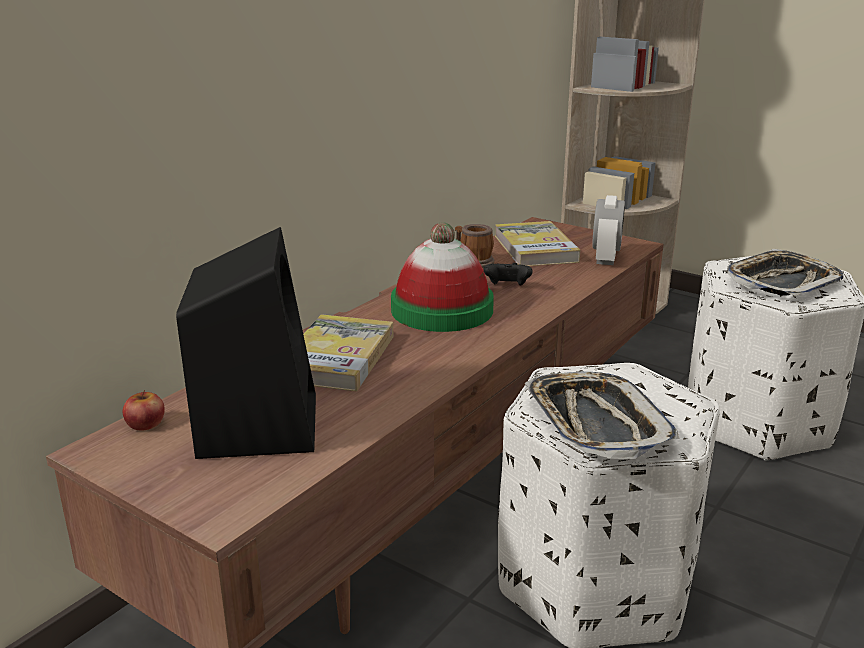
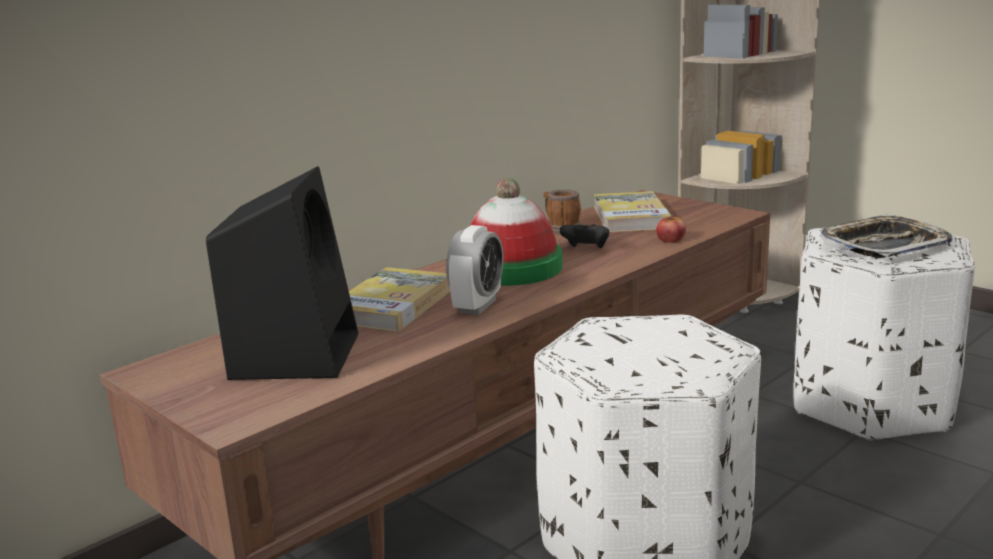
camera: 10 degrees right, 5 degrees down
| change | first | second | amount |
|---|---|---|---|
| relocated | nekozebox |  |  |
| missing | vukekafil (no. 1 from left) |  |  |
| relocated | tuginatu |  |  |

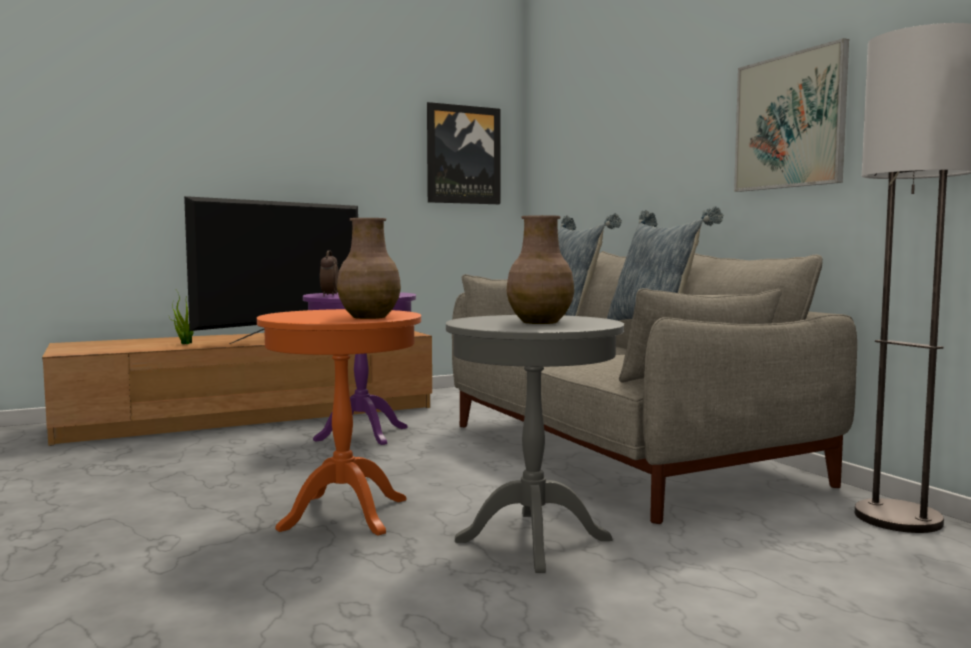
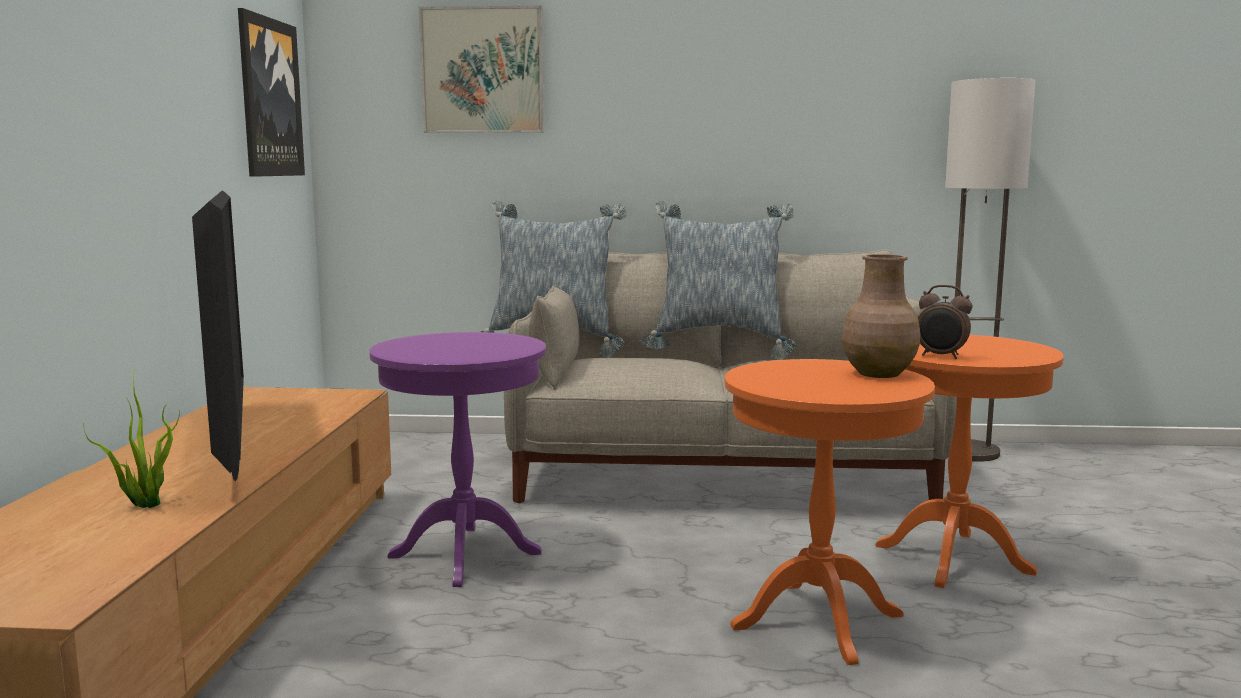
camera: 60 degrees left, 5 degrees up
| change | first | second | amount |
|---|---|---|---|
| relocated | tuginatu |  |  |
| colour | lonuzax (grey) | lonuzax (orange) (no. 2 from left) |  |
| missing | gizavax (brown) (no. 2 from left) |  |  |
| relocated | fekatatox (no. 2 from left) |  |  |

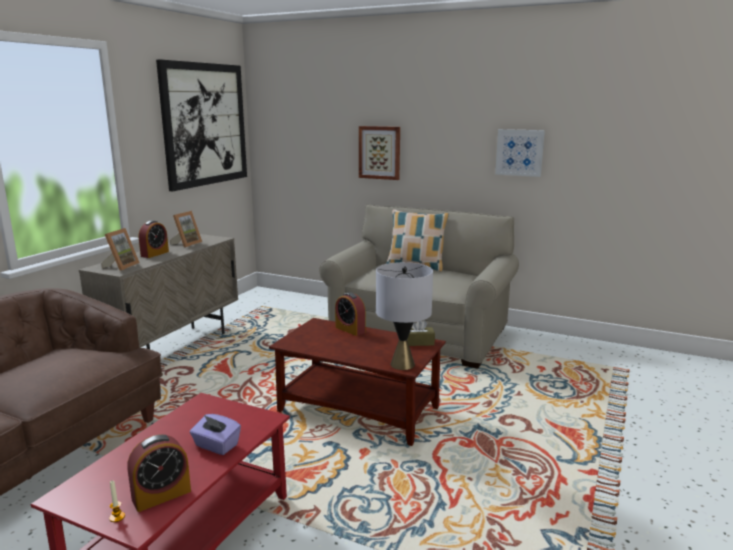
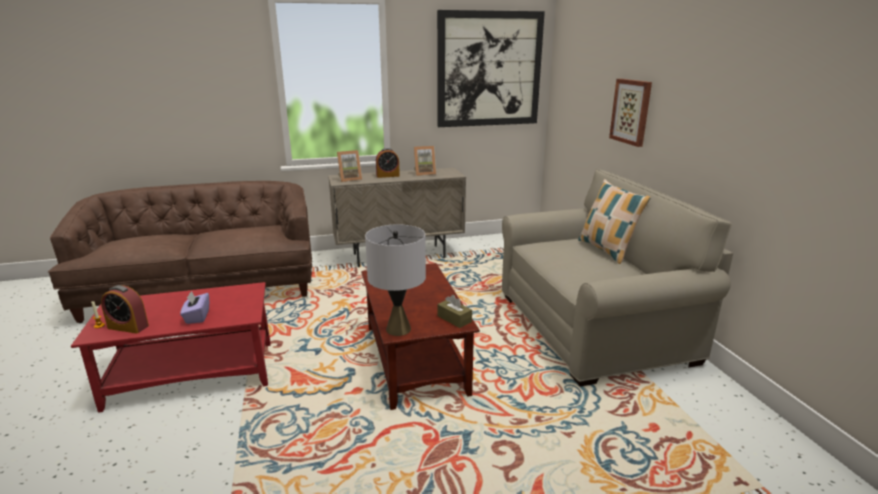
camera: 50 degrees right, 5 degrees up
| change | first | second | amount |
|---|---|---|---|
| missing | tuginatu (no. 3 from left) |  |  |
| missing | fekatatox (no. 3 from left) |  |  |

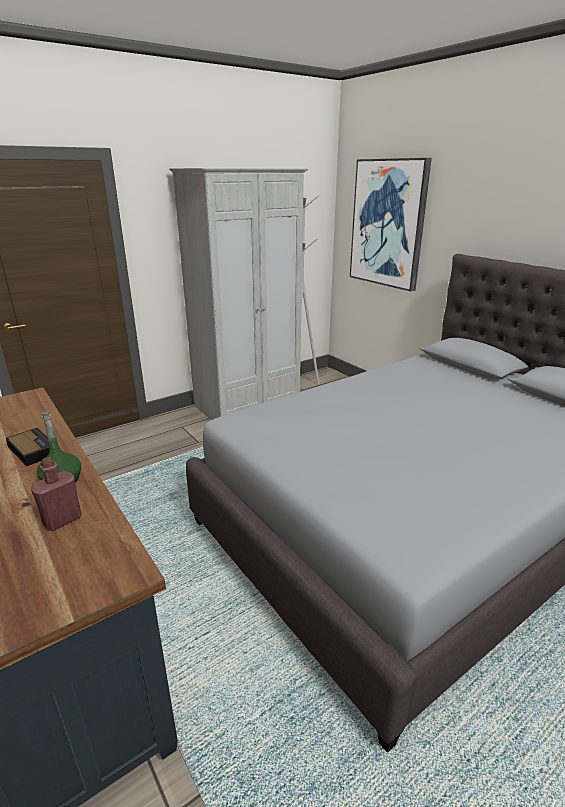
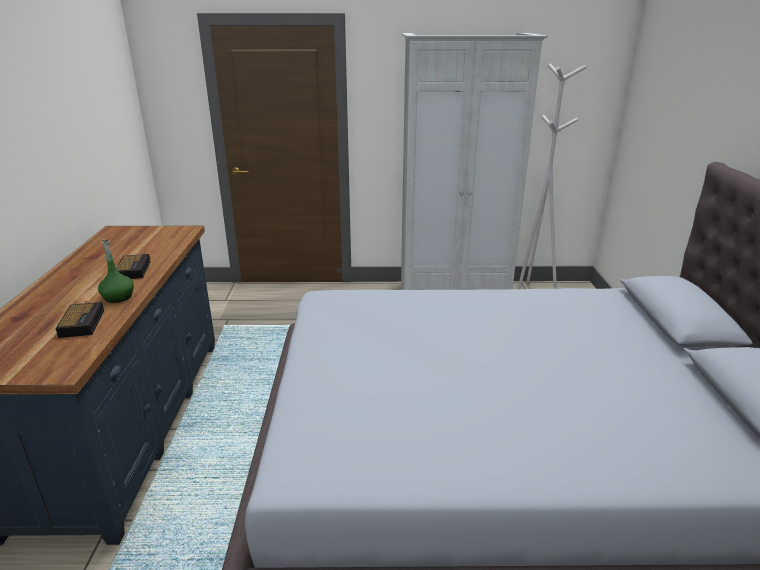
camera: 35 degrees right, 0 degrees up
| change | first | second | amount |
|---|---|---|---|
| exchanged | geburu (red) | tuginatu (no. 1 from left) |  |
| missing | fekatatox |  |  |

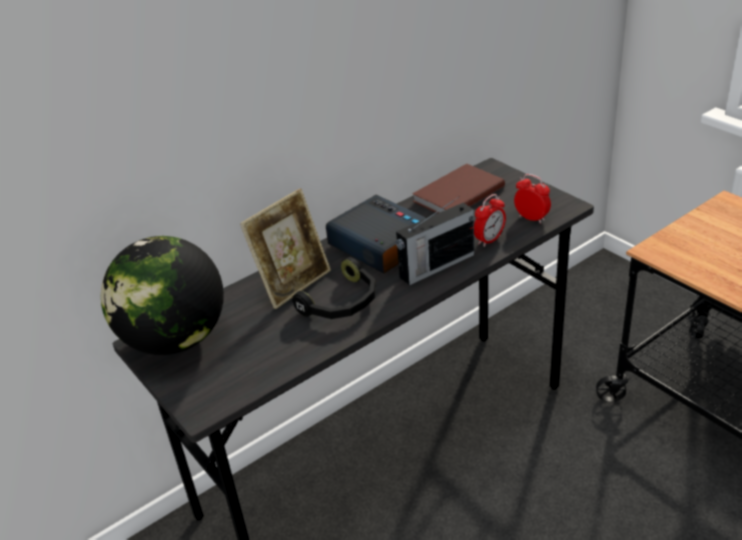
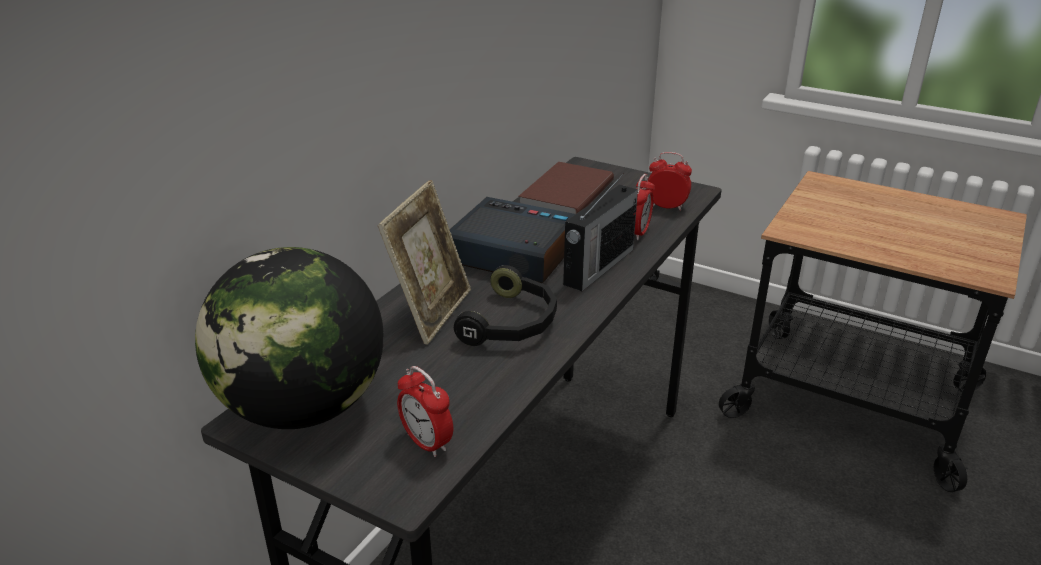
camera: 25 degrees left, 5 degrees down
| change | first | second | amount |
|---|---|---|---|
| appeared |  | tuginatu (no. 1 from left) |  |

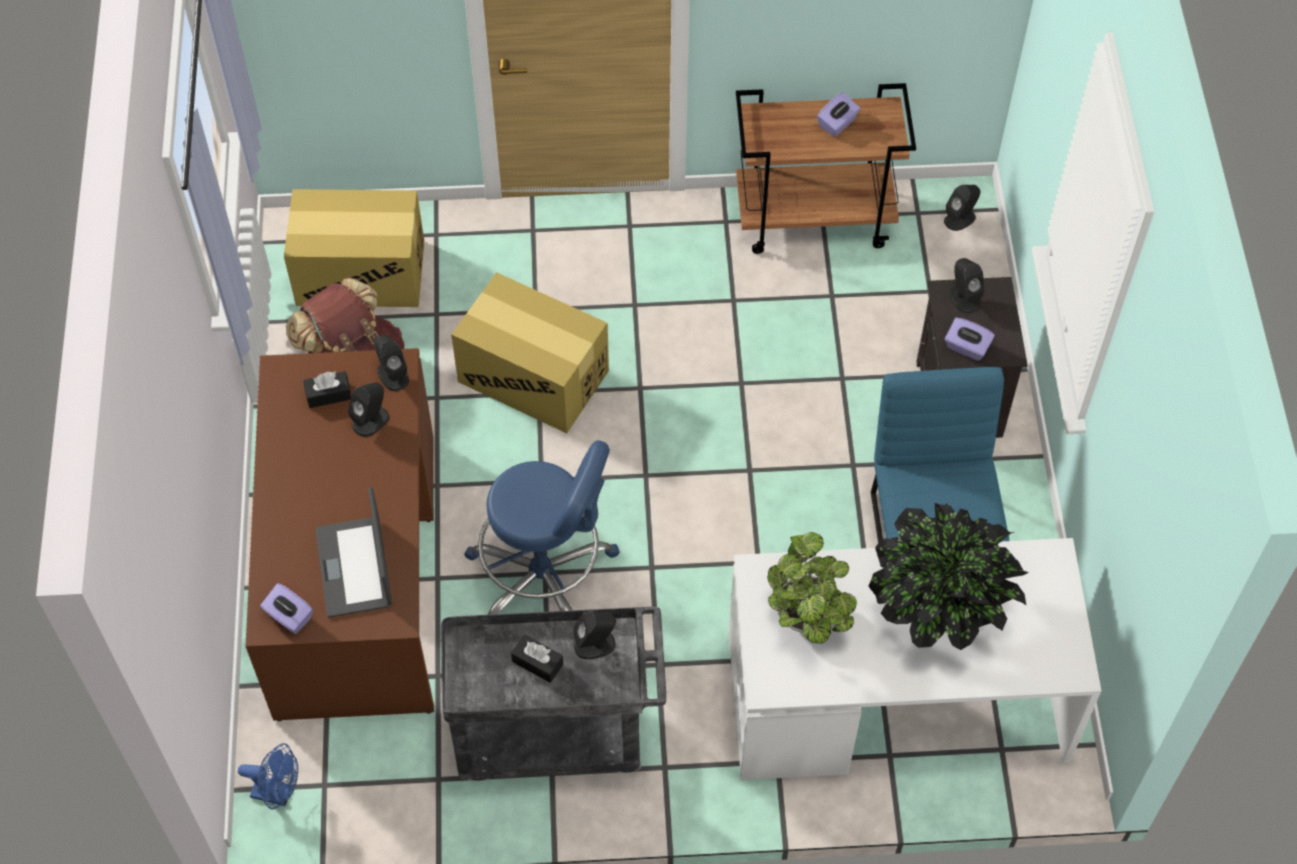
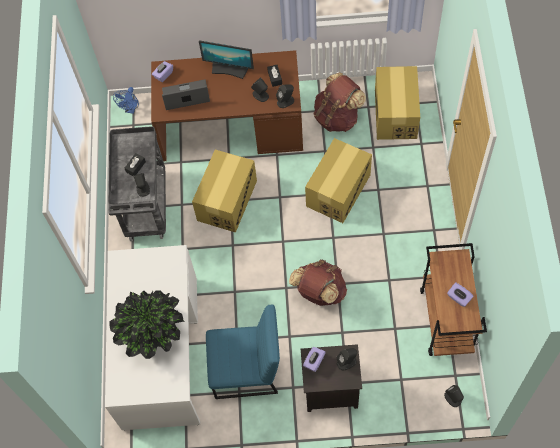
camera: 95 degrees right, 5 degrees up
| change | first | second | amount |
|---|---|---|---|
| exchanged | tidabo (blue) | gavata (no. 1 from left) |  |
| missing | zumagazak (no. 1 from left) |  |  |
| appeared |  | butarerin |  |
| appeared |  | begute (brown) (no. 1 from left) |  |

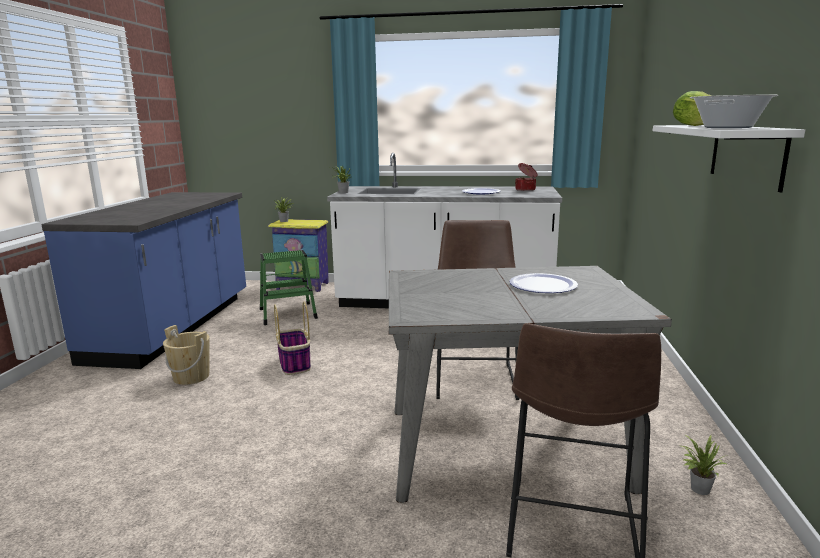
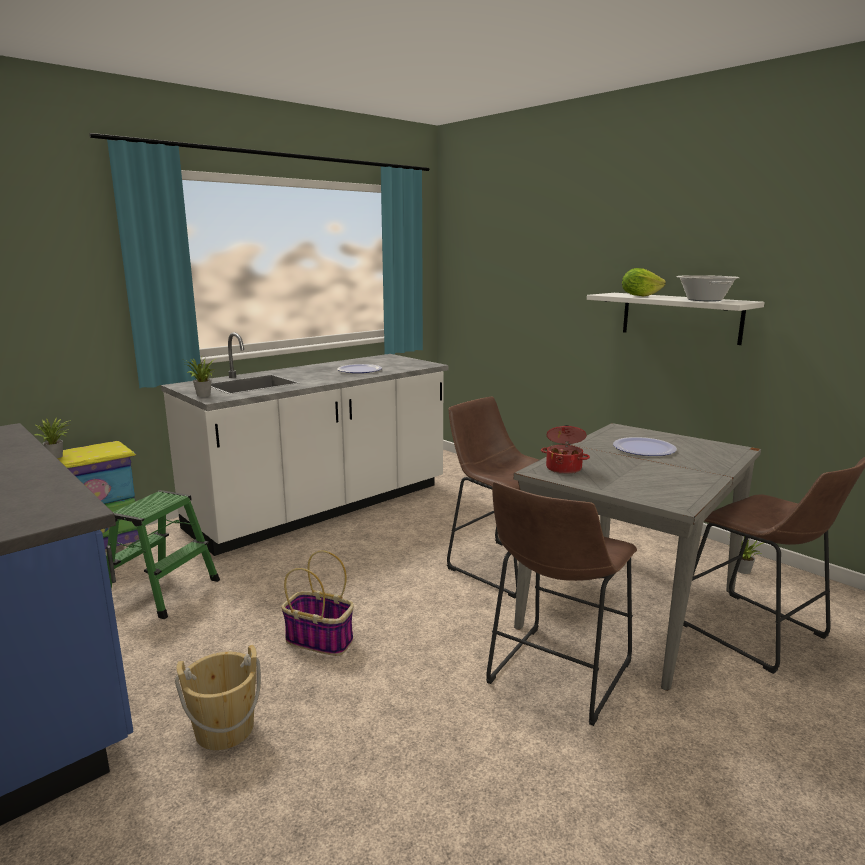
camera: 50 degrees left, 0 degrees up
| change | first | second | amount |
|---|---|---|---|
| relocated | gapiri (no. 1 from left) |  |  |
| appeared |  | tidabo (brown) (no. 2 from left) |  |

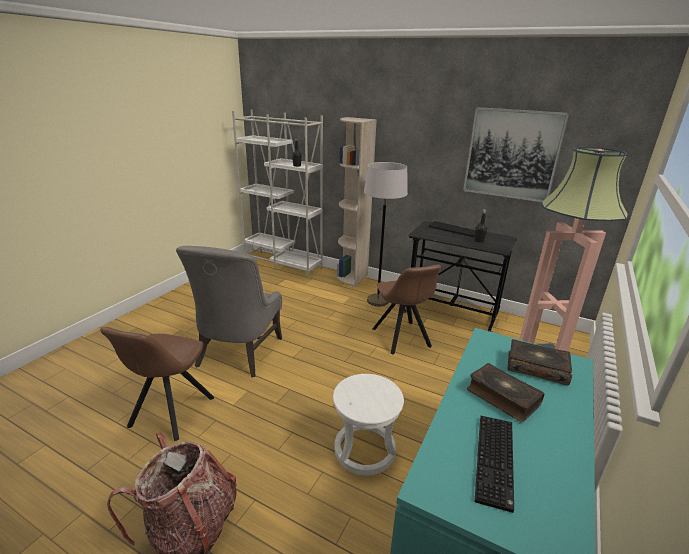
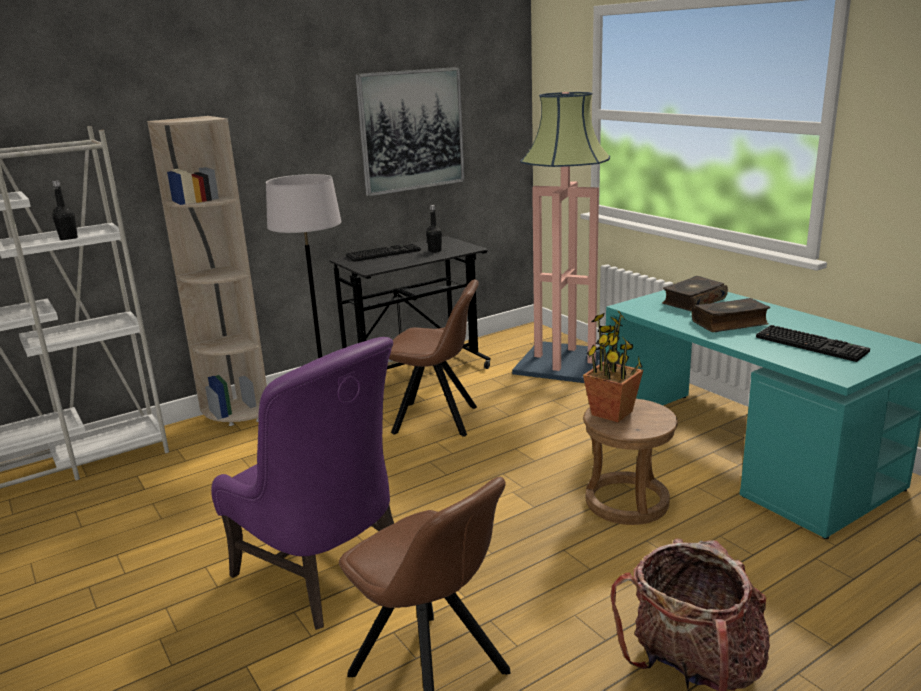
camera: 60 degrees left, 5 degrees down
| change | first | second | amount |
|---|---|---|---|
| colour | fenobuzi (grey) | fenobuzi (purple) |  |
| colour | tidabo (white) | tidabo (brown) |  |
| appeared |  | zumagazak |  |

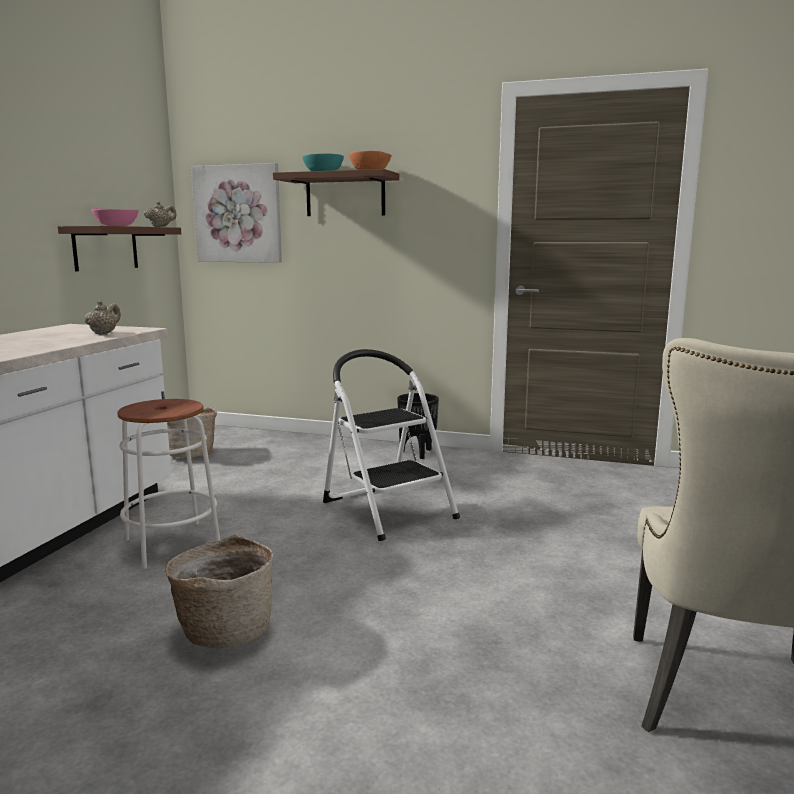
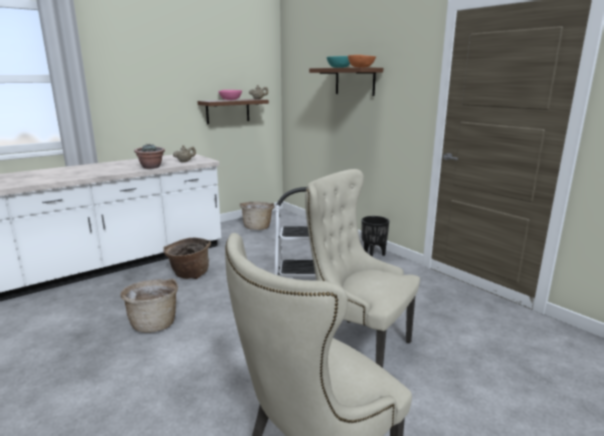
camera: 35 degrees right, 5 degrees up
| change | first | second | amount |
|---|---|---|---|
| exchanged | tidabo (white) | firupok (no. 2 from left) |  |
| missing | fekatatox |  |  |
| appeared |  | zumagazak |  |
| appeared |  | fenobuzi (beige) (no. 2 from left) |  |

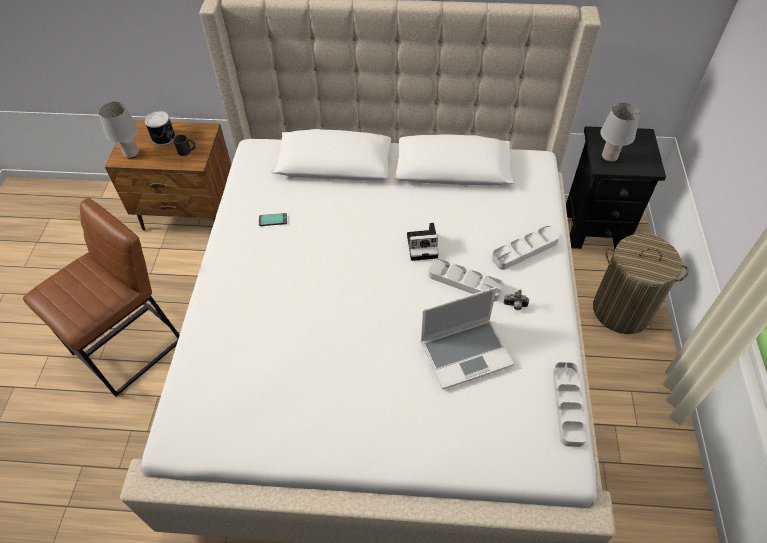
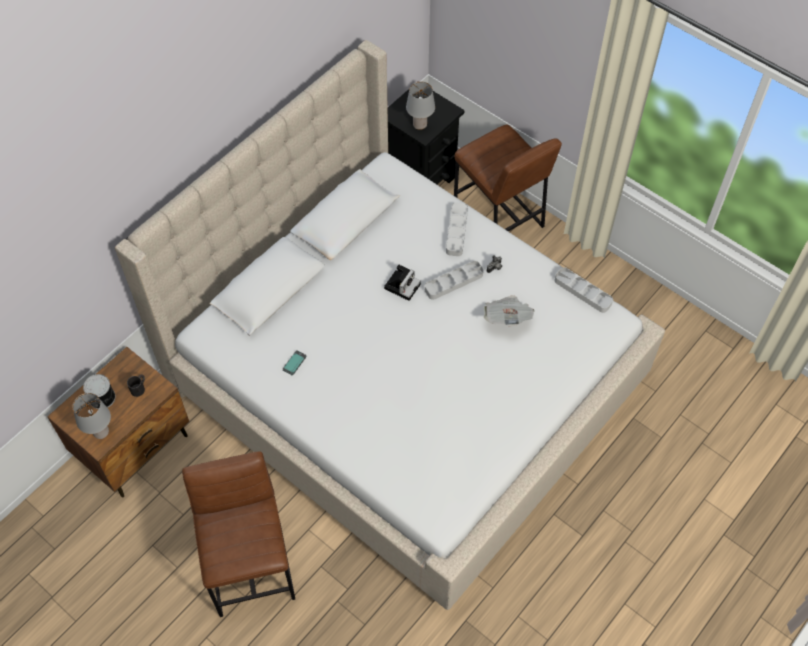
camera: 55 degrees left, 5 degrees up
| change | first | second | amount |
|---|---|---|---|
| exchanged | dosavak | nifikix |  |
| exchanged | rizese | fenobuzi (brown) (no. 2 from left) |  |

